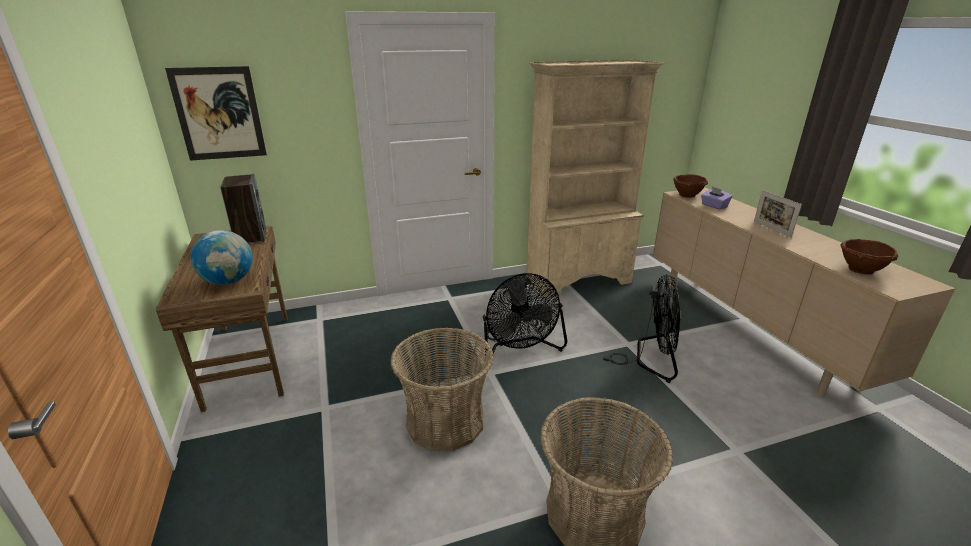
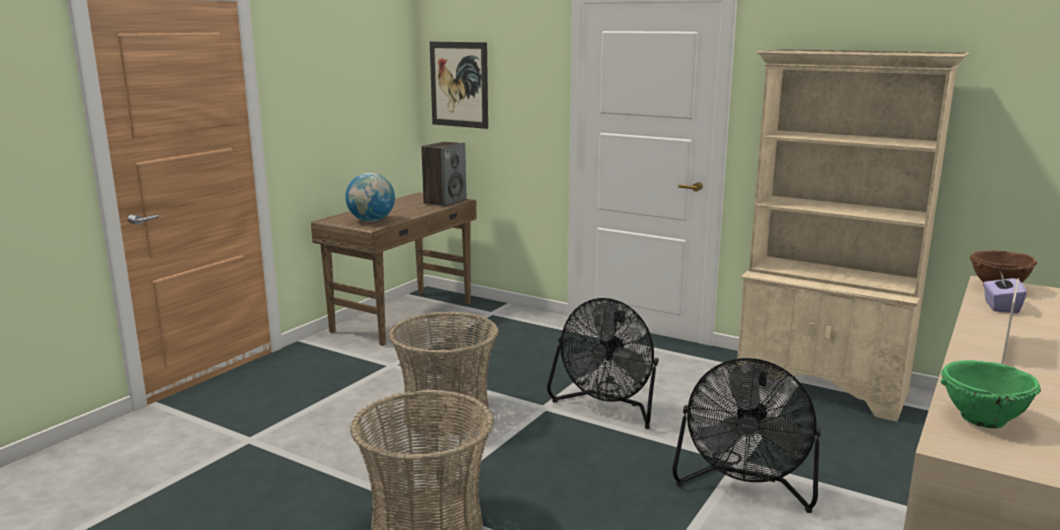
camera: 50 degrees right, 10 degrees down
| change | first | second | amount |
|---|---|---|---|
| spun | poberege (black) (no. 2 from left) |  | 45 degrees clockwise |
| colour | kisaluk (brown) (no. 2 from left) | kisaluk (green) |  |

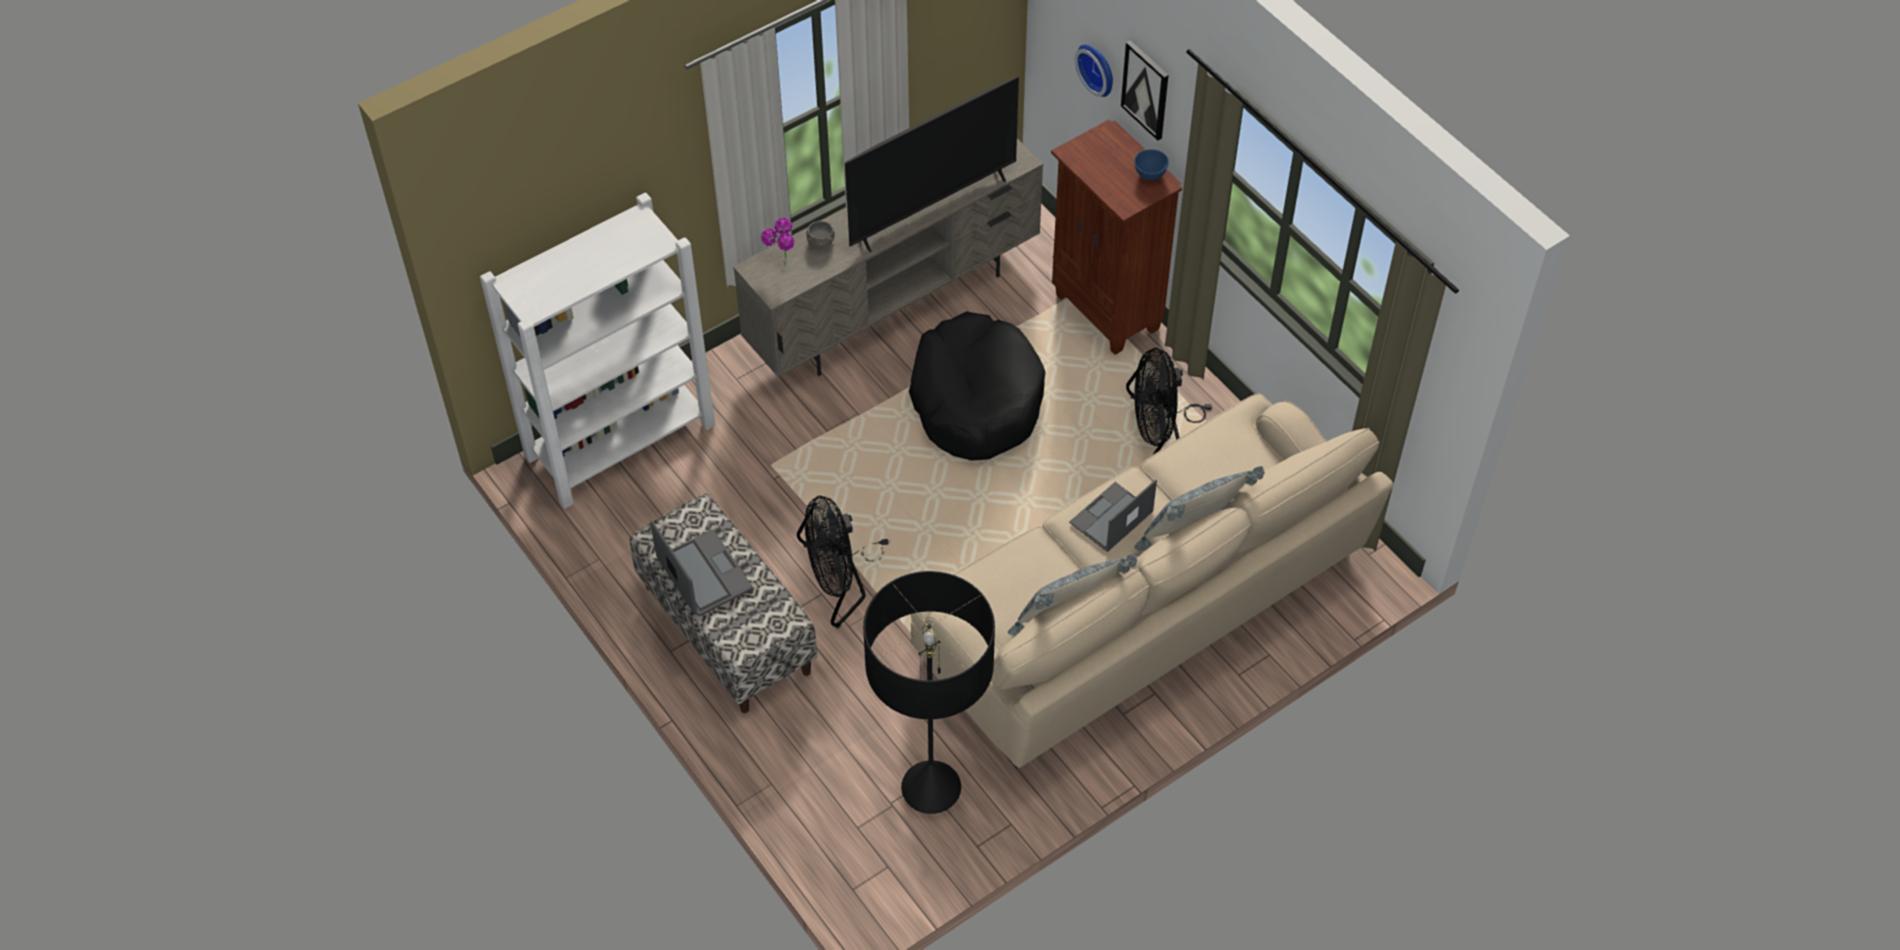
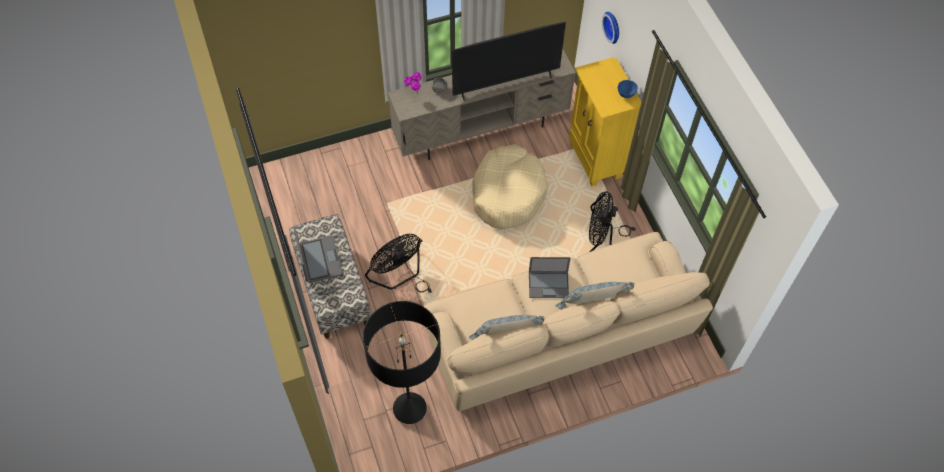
camera: 15 degrees right, 5 degrees up
| change | first | second | amount |
|---|---|---|---|
| missing | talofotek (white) |  |  |
| spun | poberege (black) (no. 1 from left) |  | 60 degrees clockwise |
| colour | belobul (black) | belobul (beige) |  |
| colour | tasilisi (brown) | tasilisi (yellow) |  |
| spun | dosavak (no. 2 from left) |  | 150 degrees counterclockwise |
| missing | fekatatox |  |  |

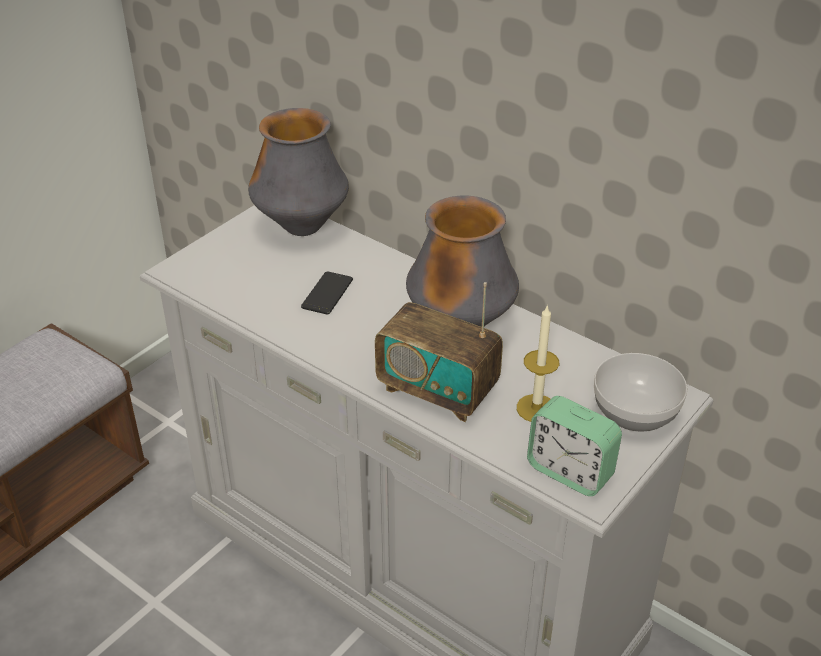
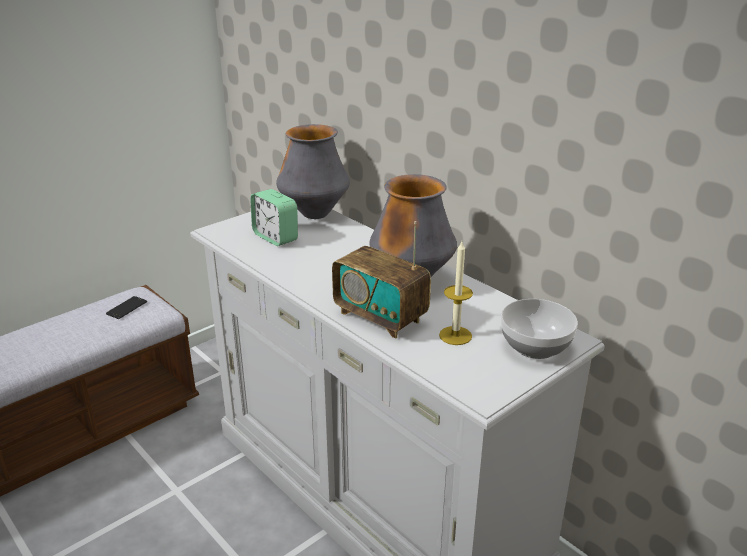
camera: 10 degrees right, 10 degrees down
| change | first | second | amount |
|---|---|---|---|
| relocated | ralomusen |  |  |
| relocated | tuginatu |  |  |

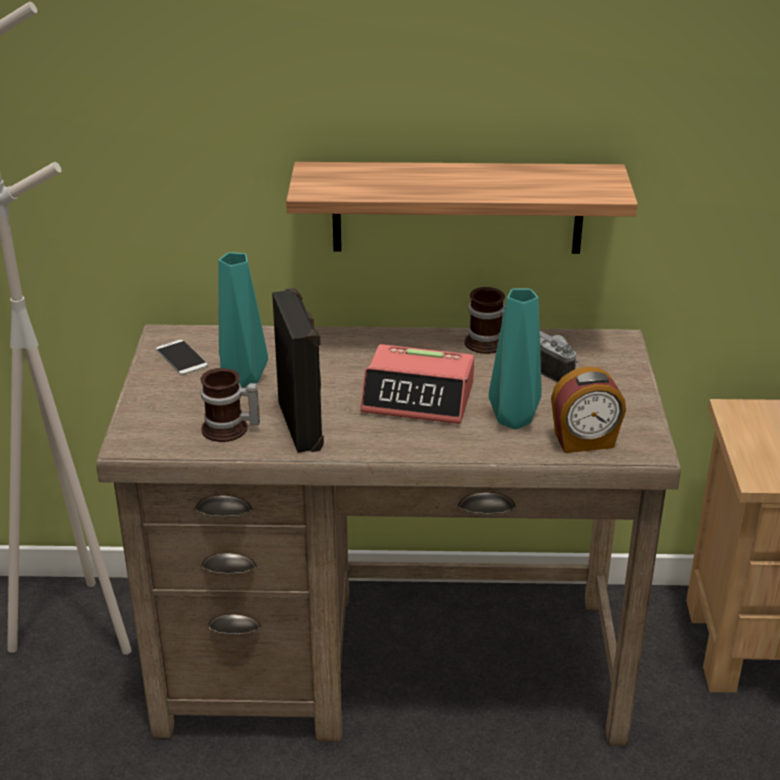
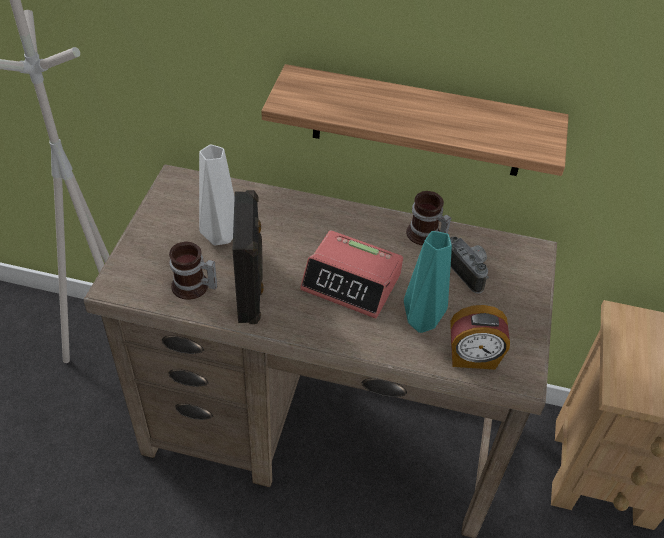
camera: 10 degrees right, 15 degrees up
| change | first | second | amount |
|---|---|---|---|
| missing | ralomusen |  |  |
| colour | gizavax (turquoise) (no. 1 from left) | gizavax (white) |  |

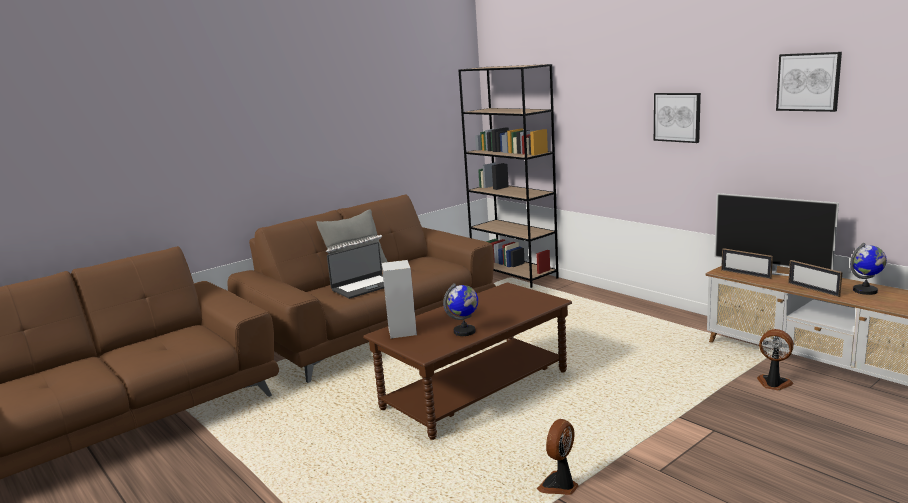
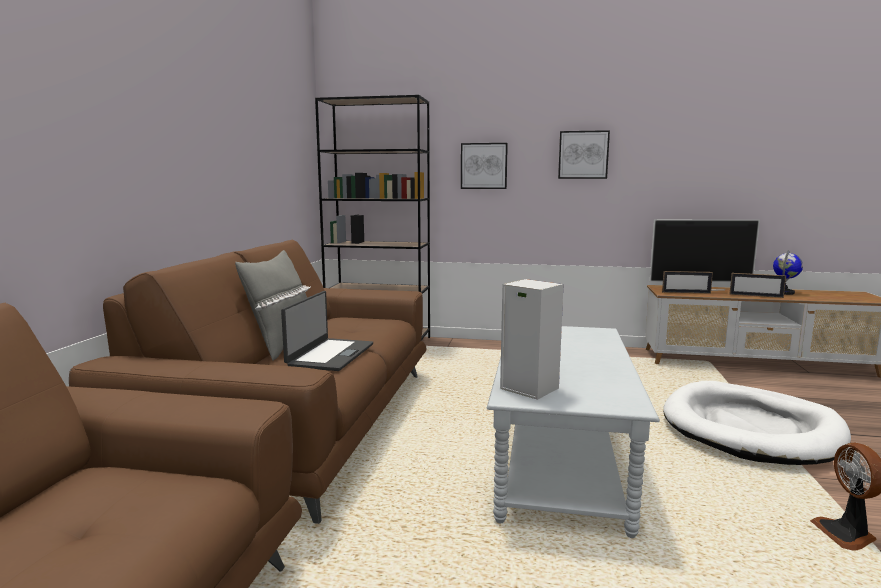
camera: 40 degrees left, 5 degrees down
| change | first | second | amount |
|---|---|---|---|
| colour | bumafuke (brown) | bumafuke (grey) |  |
| missing | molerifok (no. 1 from left) |  |  |
| missing | poberege (no. 2 from left) |  |  |
| relocated | fekatatox (no. 2 from left in the first image) | fekatatox (no. 1 from left) |  |
| appeared |  | belobul (white) |  |

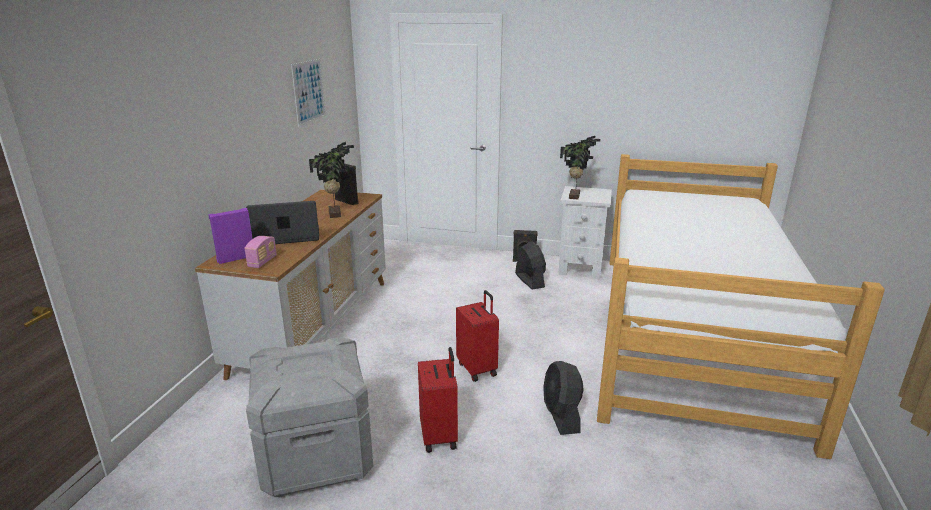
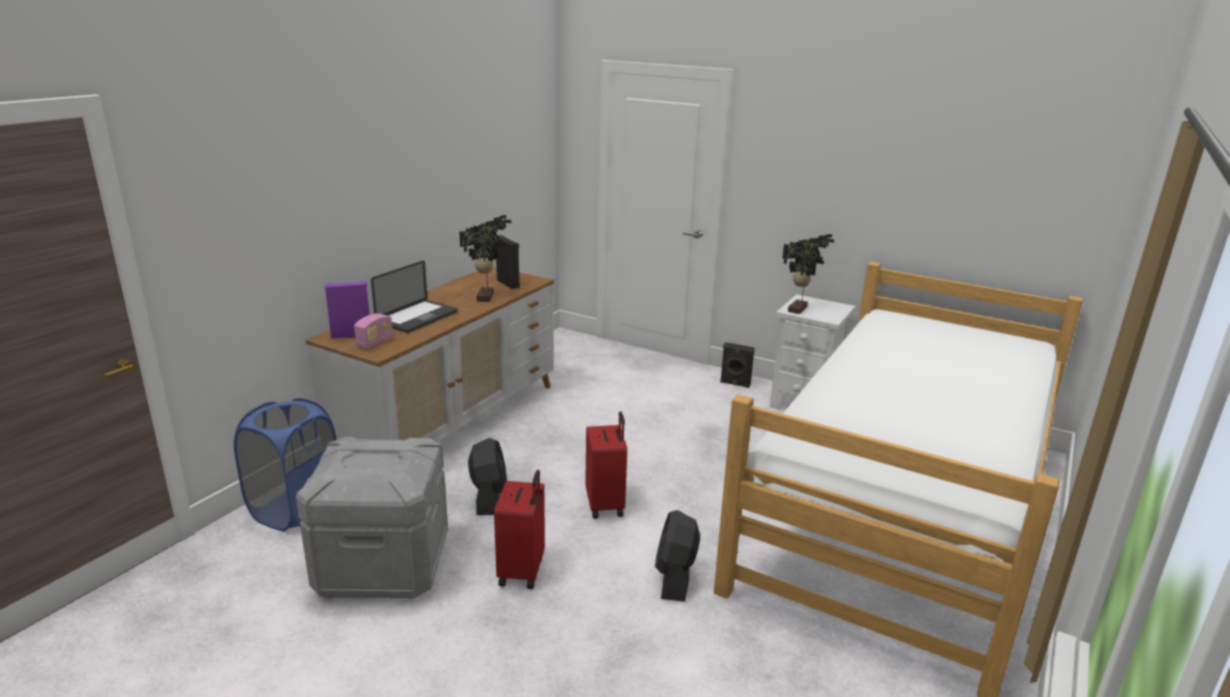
camera: 15 degrees right, 0 degrees up
| change | first | second | amount |
|---|---|---|---|
| spun | dosavak |  | 120 degrees clockwise |
| missing | fekatatox |  |  |
| relocated | poberege (black) (no. 1 from left) |  |  |
| appeared |  | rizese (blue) |  |

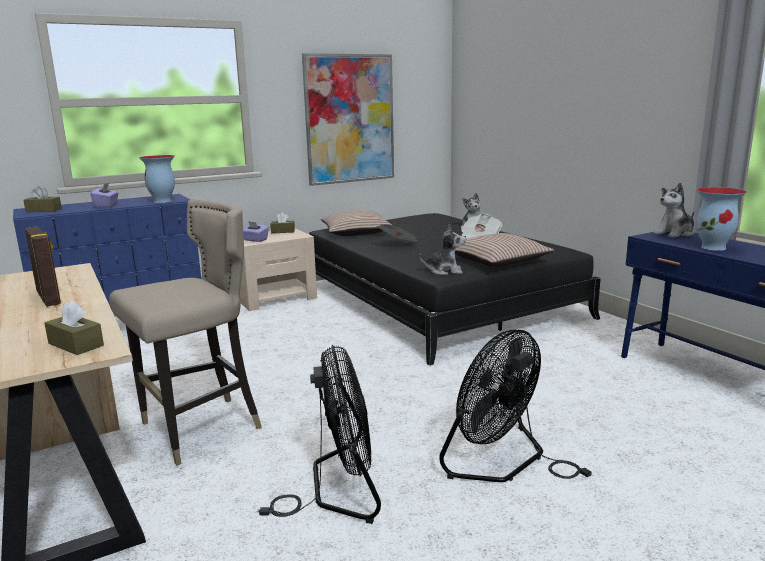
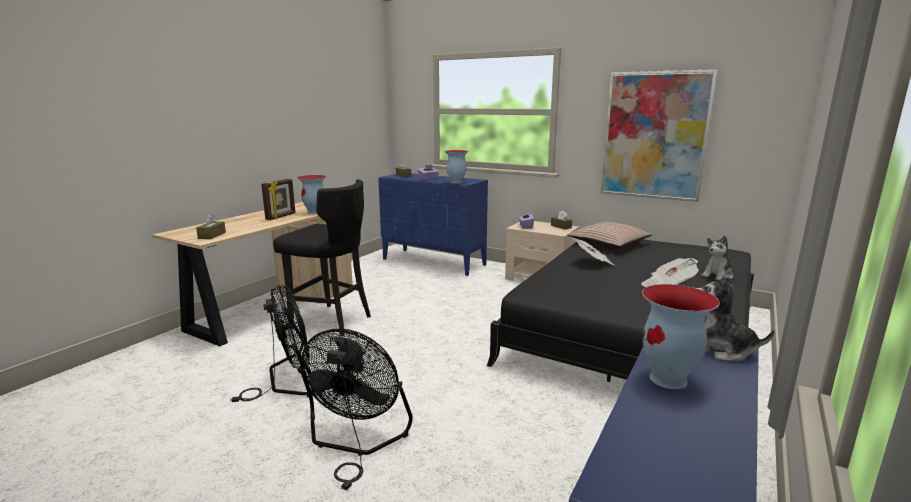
camera: 60 degrees right, 0 degrees up
| change | first | second | amount |
|---|---|---|---|
| colour | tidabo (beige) | tidabo (black) |  |
| spun | poberege (black) (no. 1 from left) |  | 75 degrees counterclockwise |
| missing | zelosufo (no. 1 from left) |  |  |
| missing | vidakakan (no. 2 from left) |  |  |
| appeared |  | gizavax (no. 1 from left) |  |

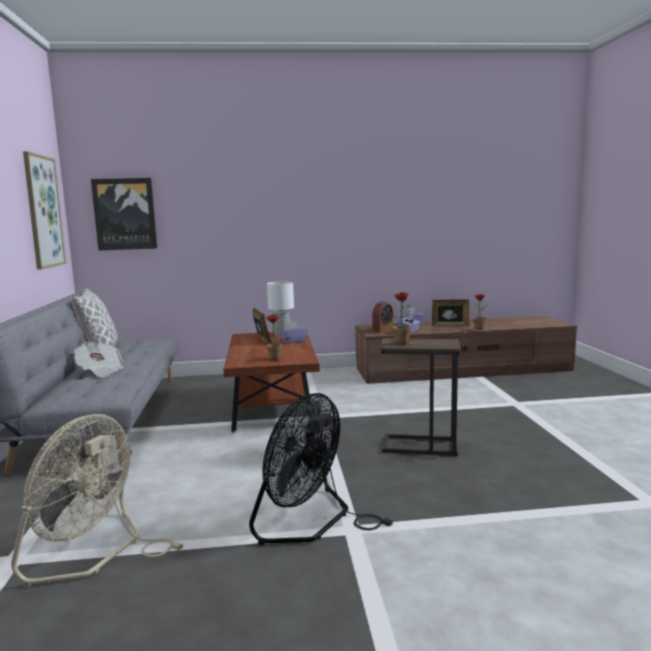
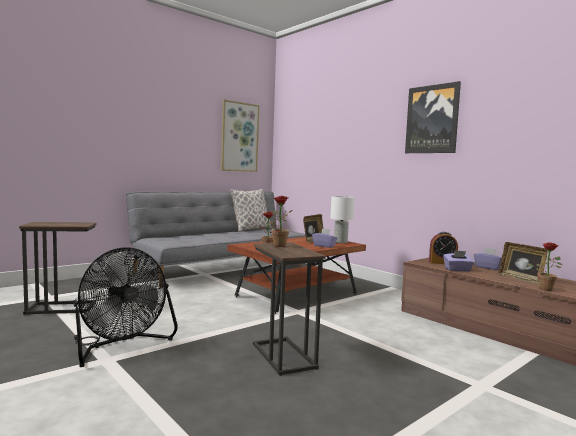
camera: 55 degrees right, 5 degrees down
| change | first | second | amount |
|---|---|---|---|
| exchanged | poberege (beige) | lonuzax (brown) (no. 1 from left) |  |
| missing | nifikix |  |  |
| relocated | fekatatox (no. 2 from left) |  |  |
| spun | poberege (black) |  | 135 degrees clockwise |

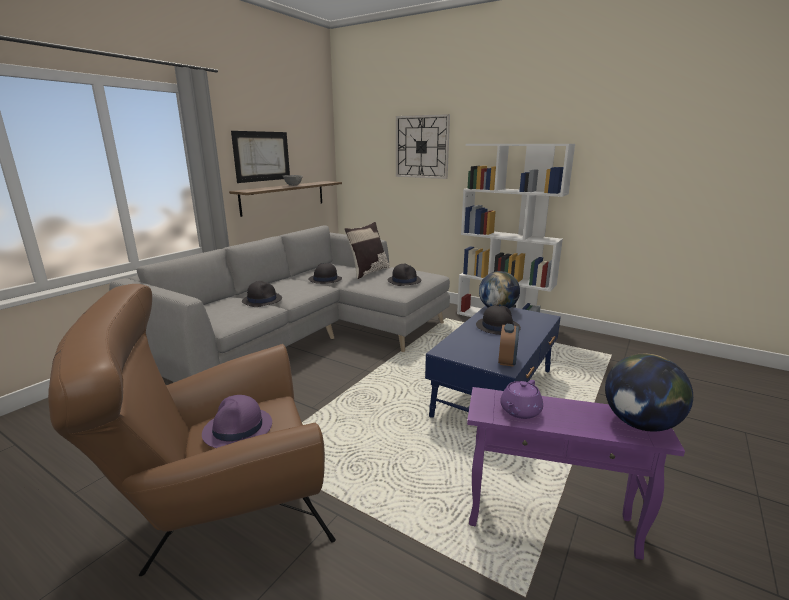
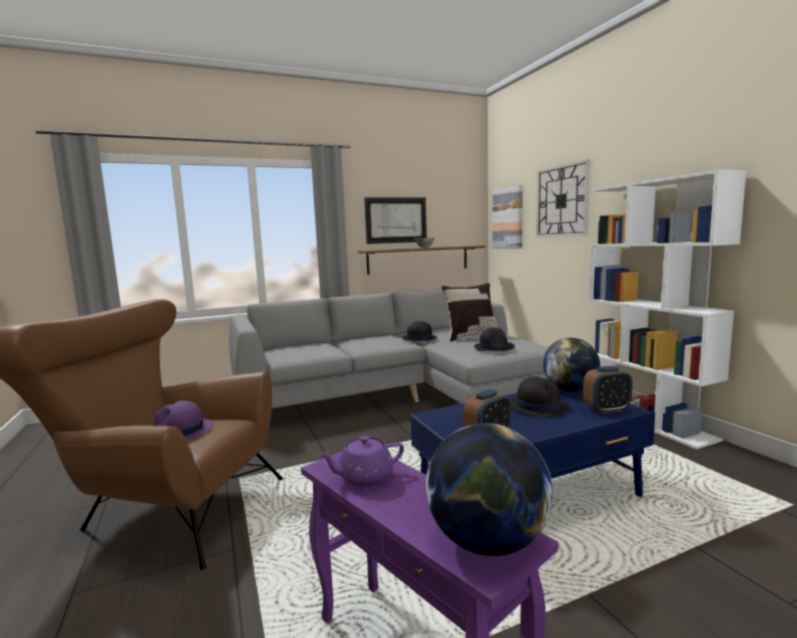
camera: 35 degrees right, 10 degrees down
| change | first | second | amount |
|---|---|---|---|
| missing | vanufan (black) (no. 1 from left) |  |  |
| appeared |  | fekatatox (no. 2 from left) |  |
| appeared |  | tuginatu (no. 2 from left) |  |

